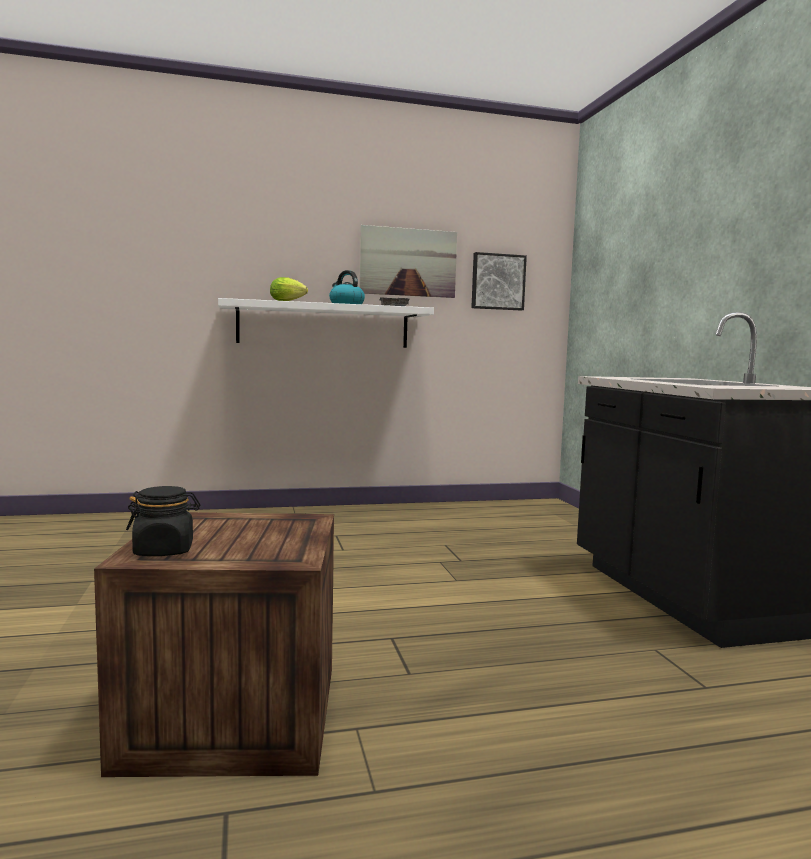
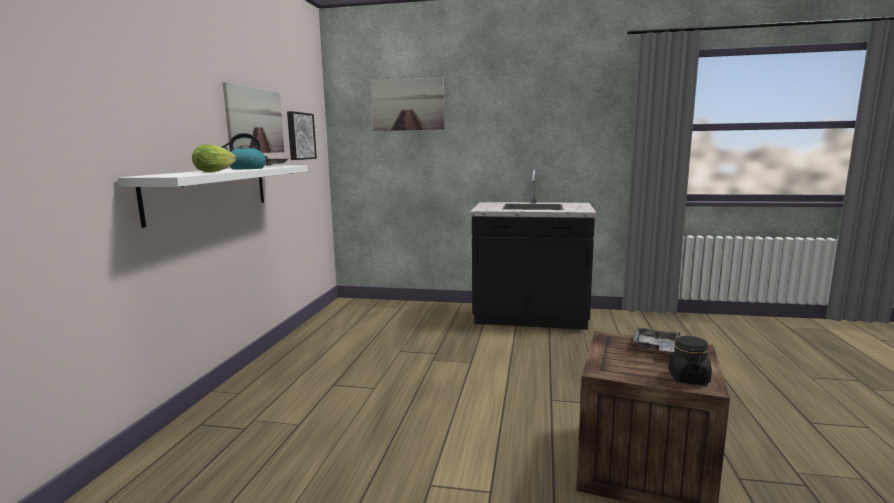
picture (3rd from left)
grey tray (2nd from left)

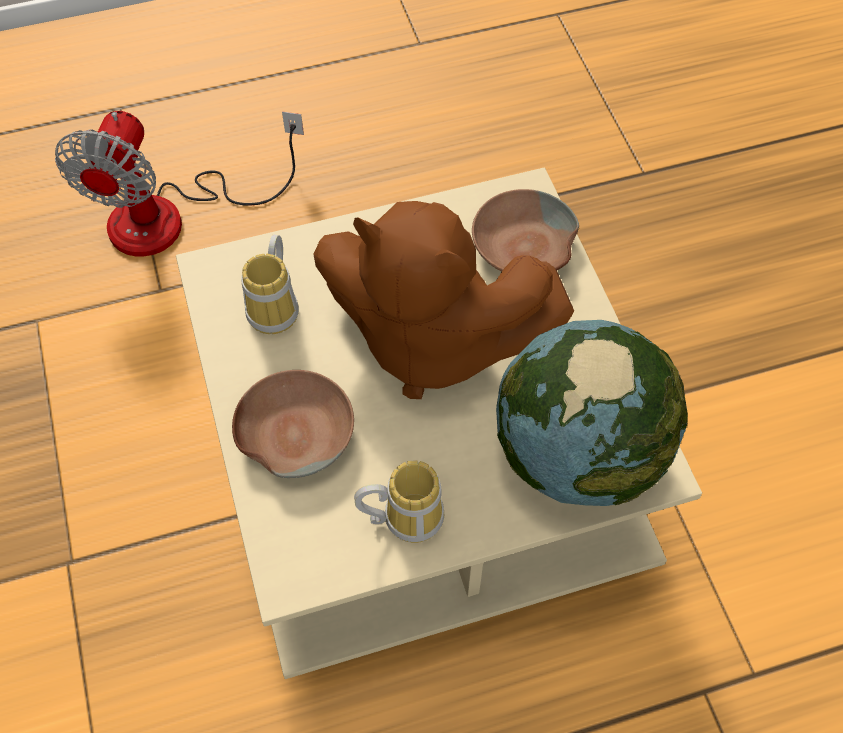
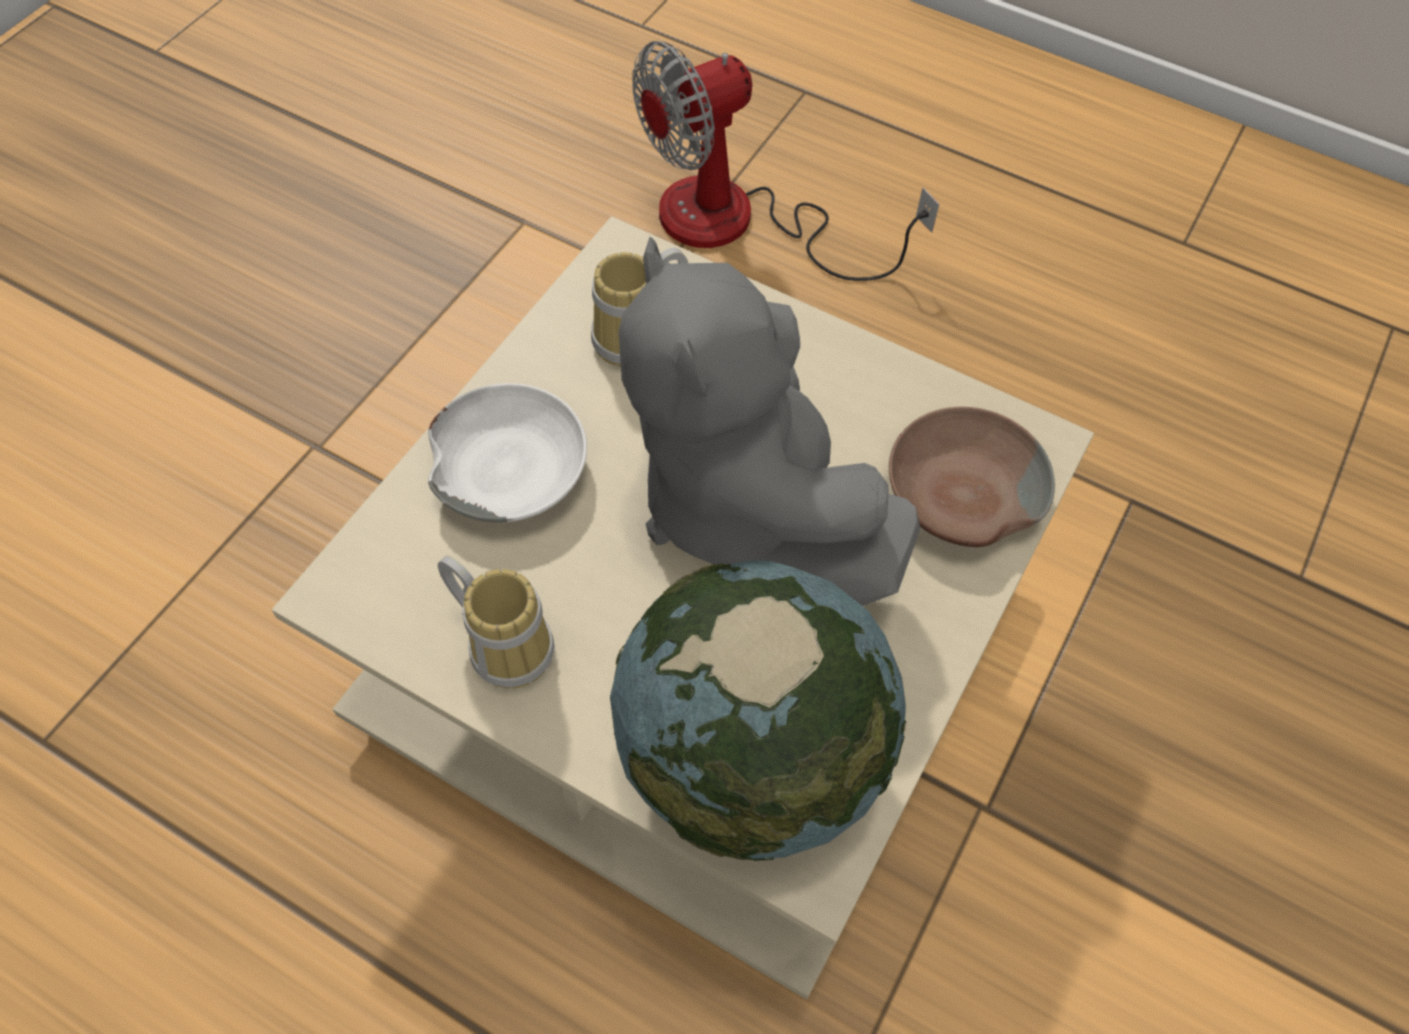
whitish deep dish
grey plush toy

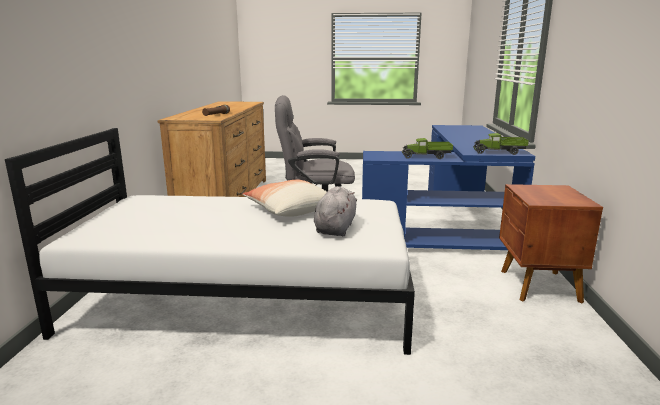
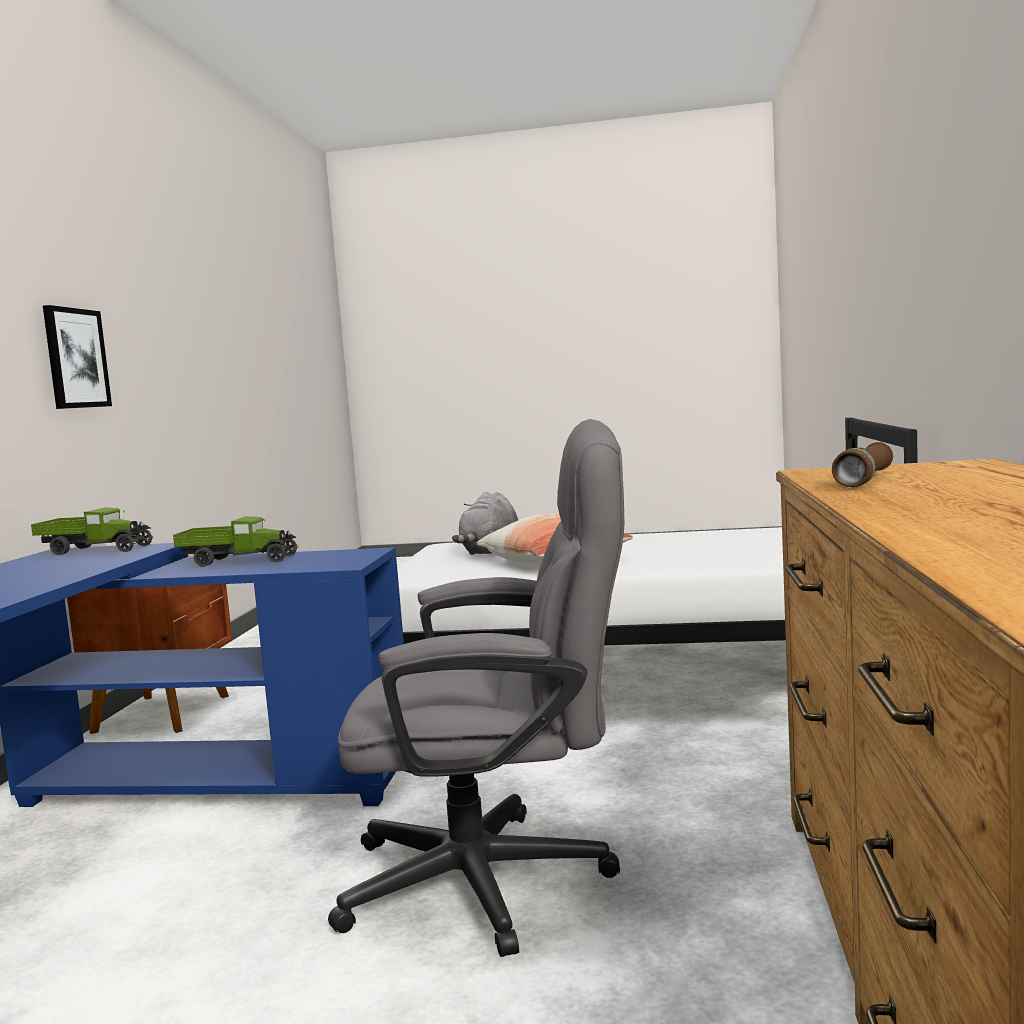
picture

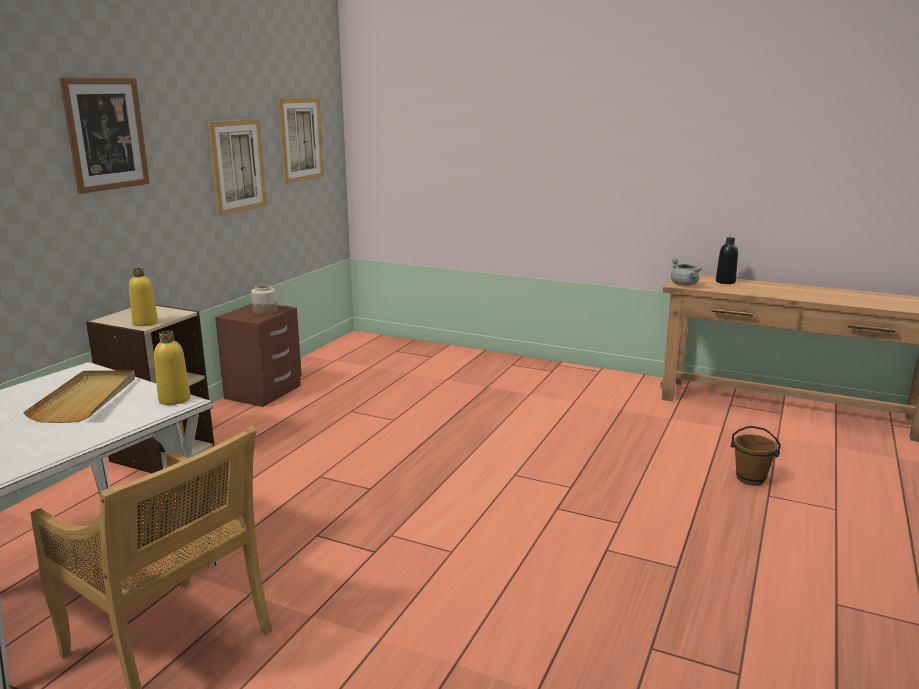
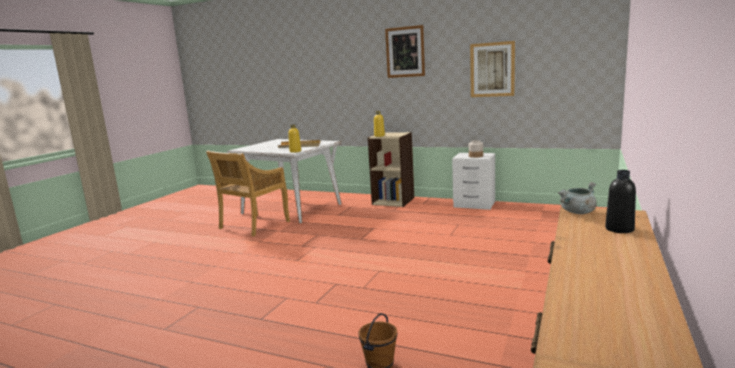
picture (3rd from left in the first image)
whitish nightstand

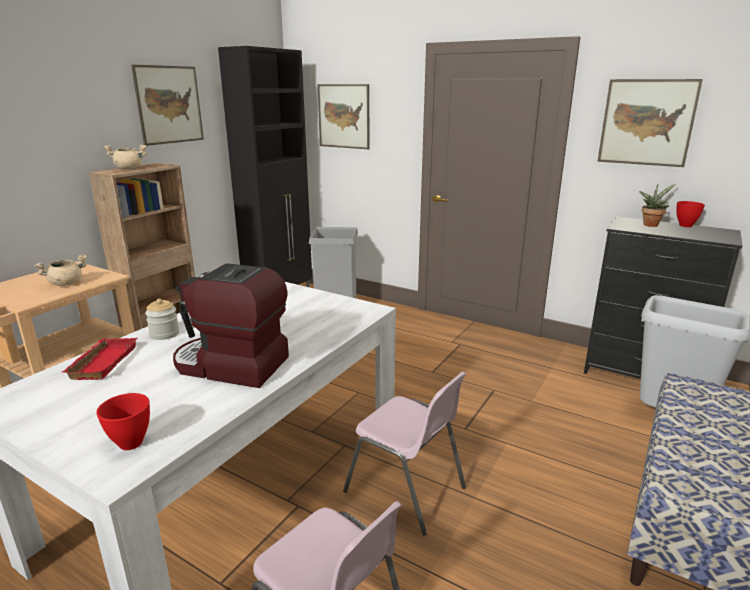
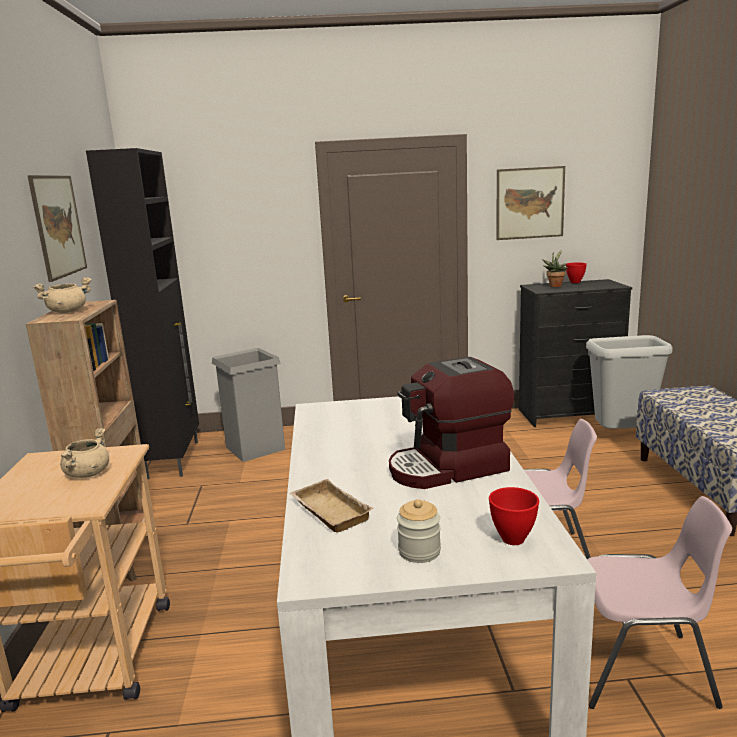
picture (2nd from left in the first image)
storage jar
sand-coloured tray

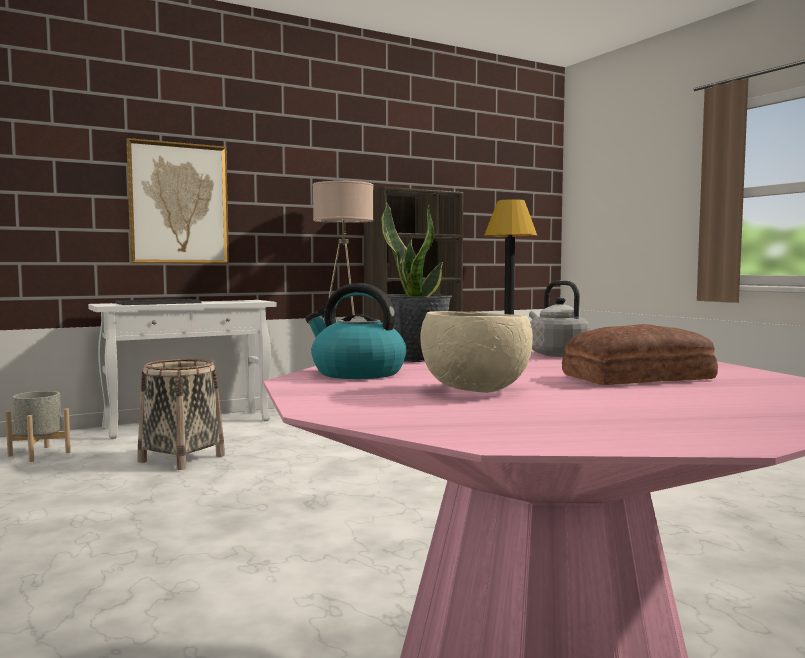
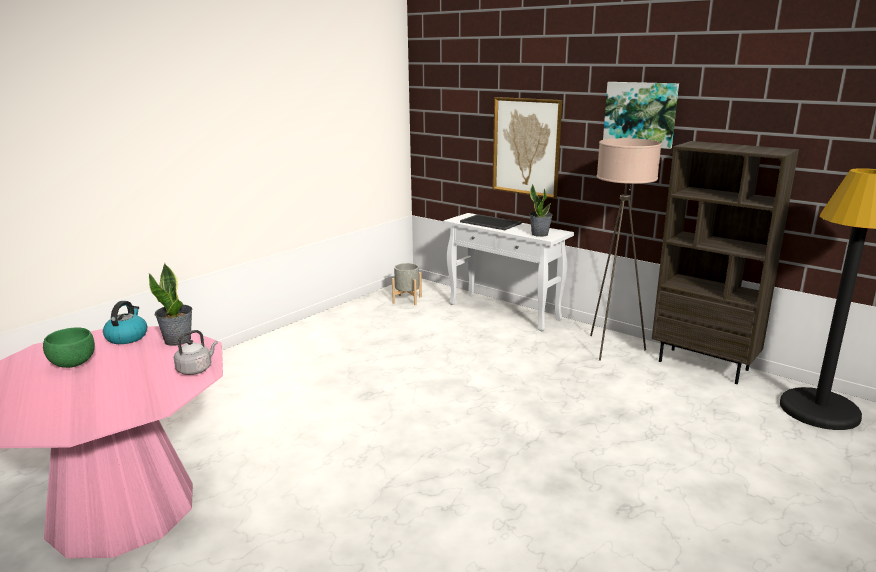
household basket
baked bread
houseplant (2nd from left)
picture (2nd from left)
green deep dish

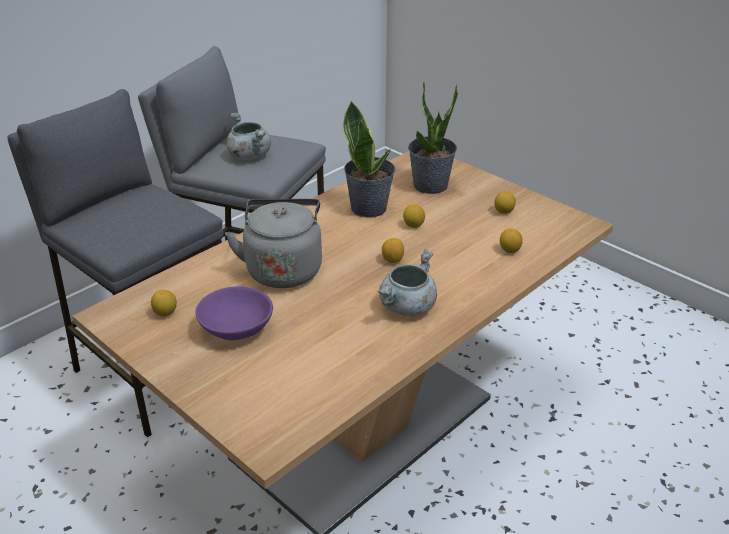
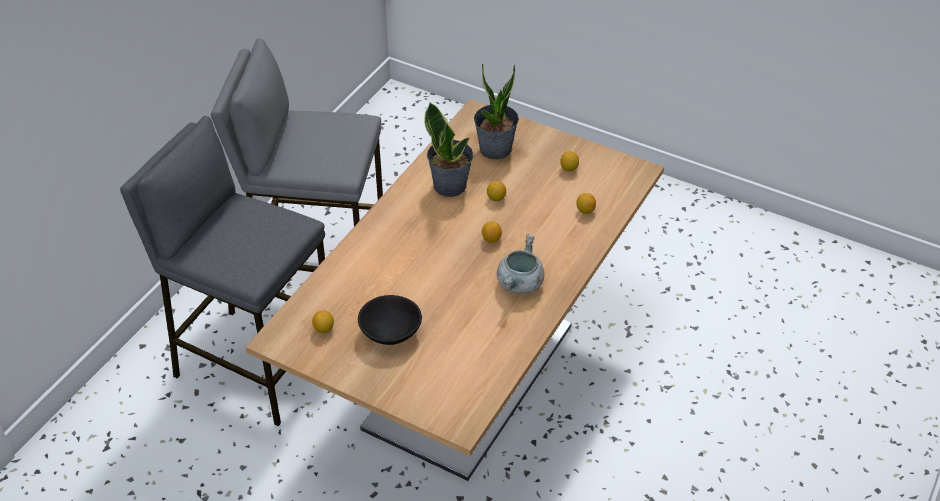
grey kettle
grey saucepot (1st from left in the first image)
black deep dish

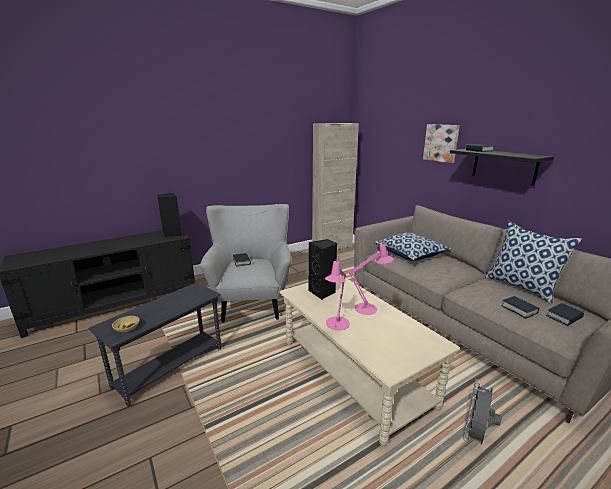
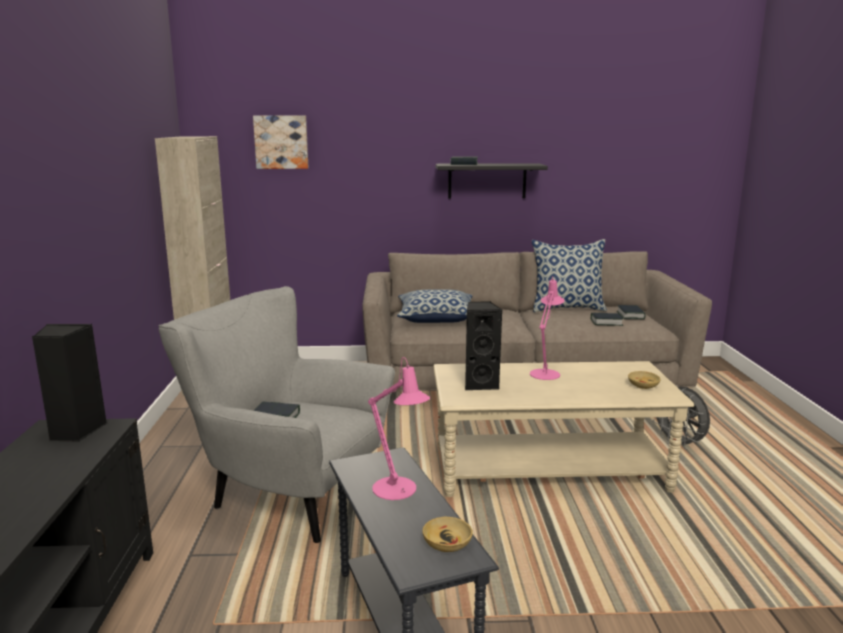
sand-coloured deep dish (2nd from left)
pinkish table lamp (1st from left)
picture

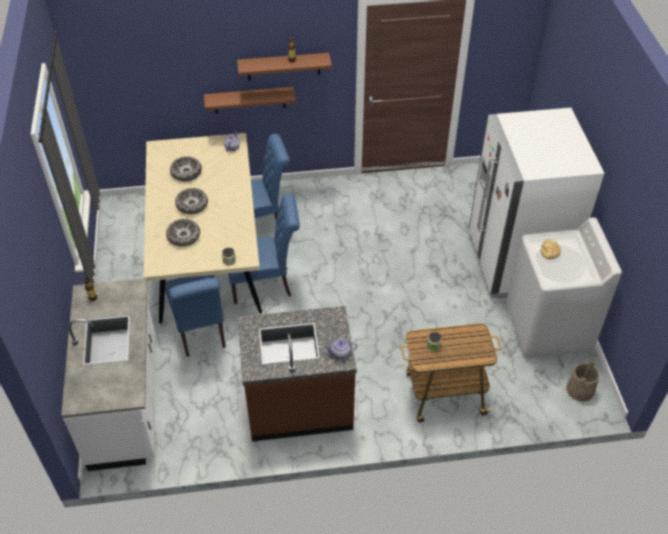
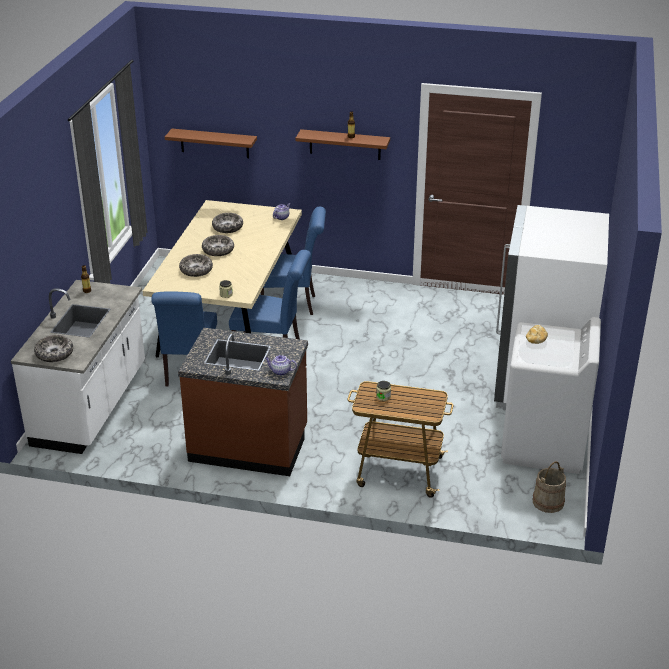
deep dish (1st from left)
brown wall shelf (1st from left)

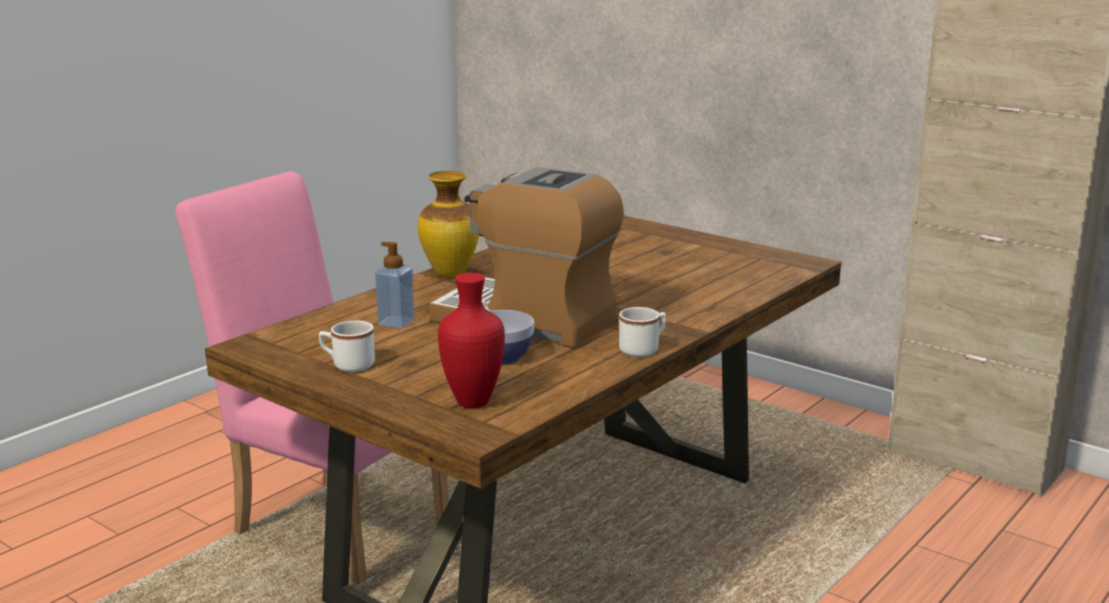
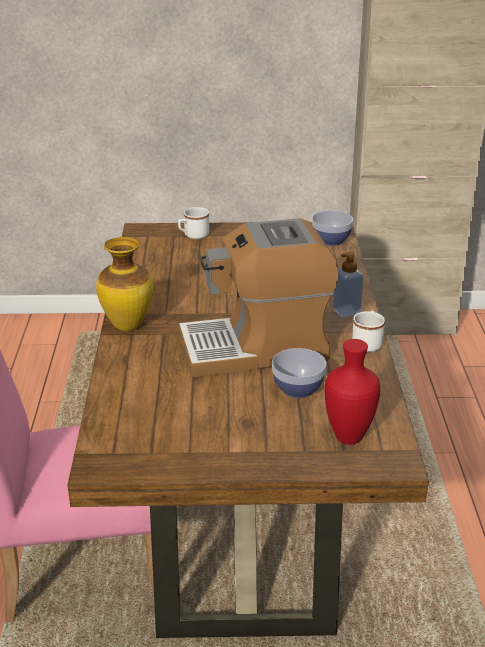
deep dish (2nd from left)
whitish tea mug (1st from left)
soap dispenser

